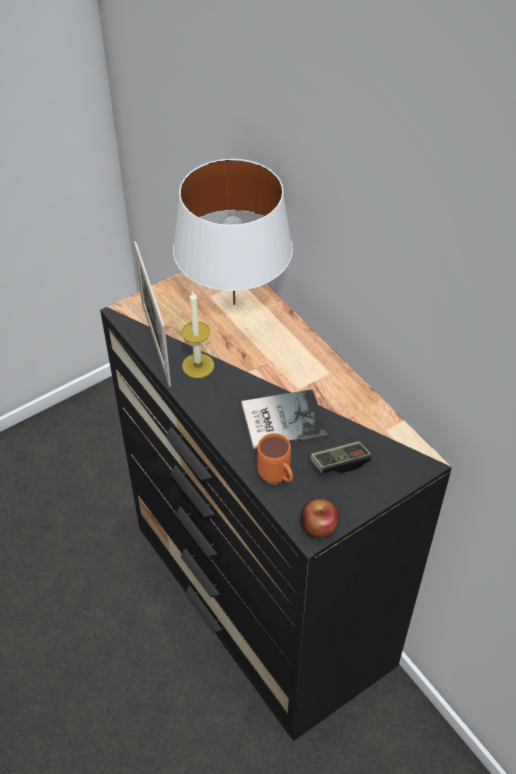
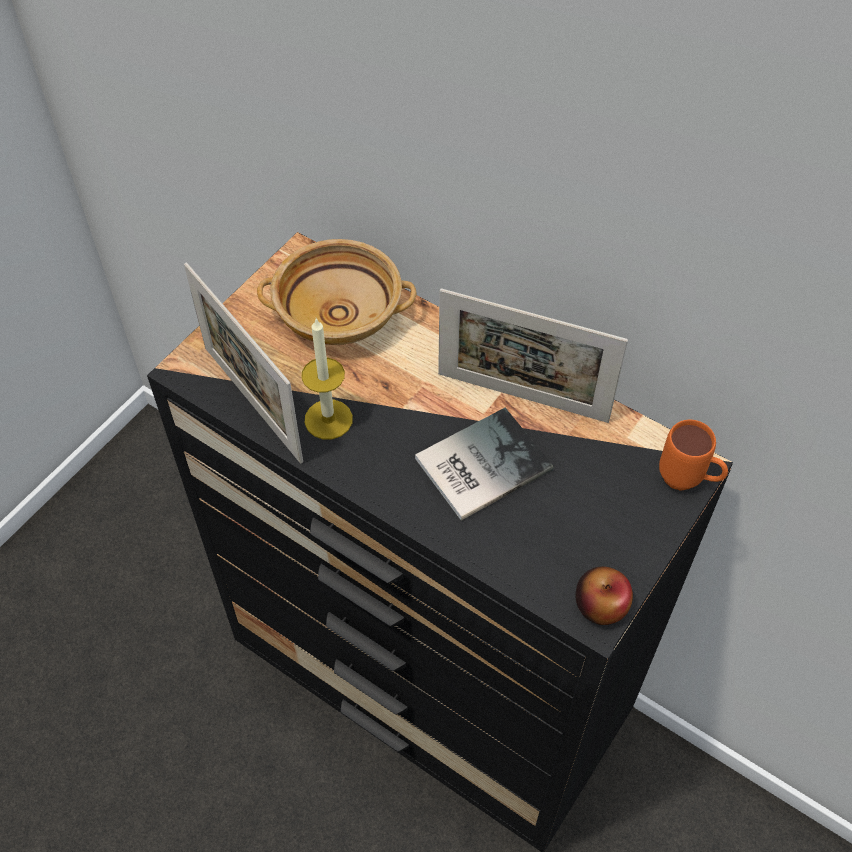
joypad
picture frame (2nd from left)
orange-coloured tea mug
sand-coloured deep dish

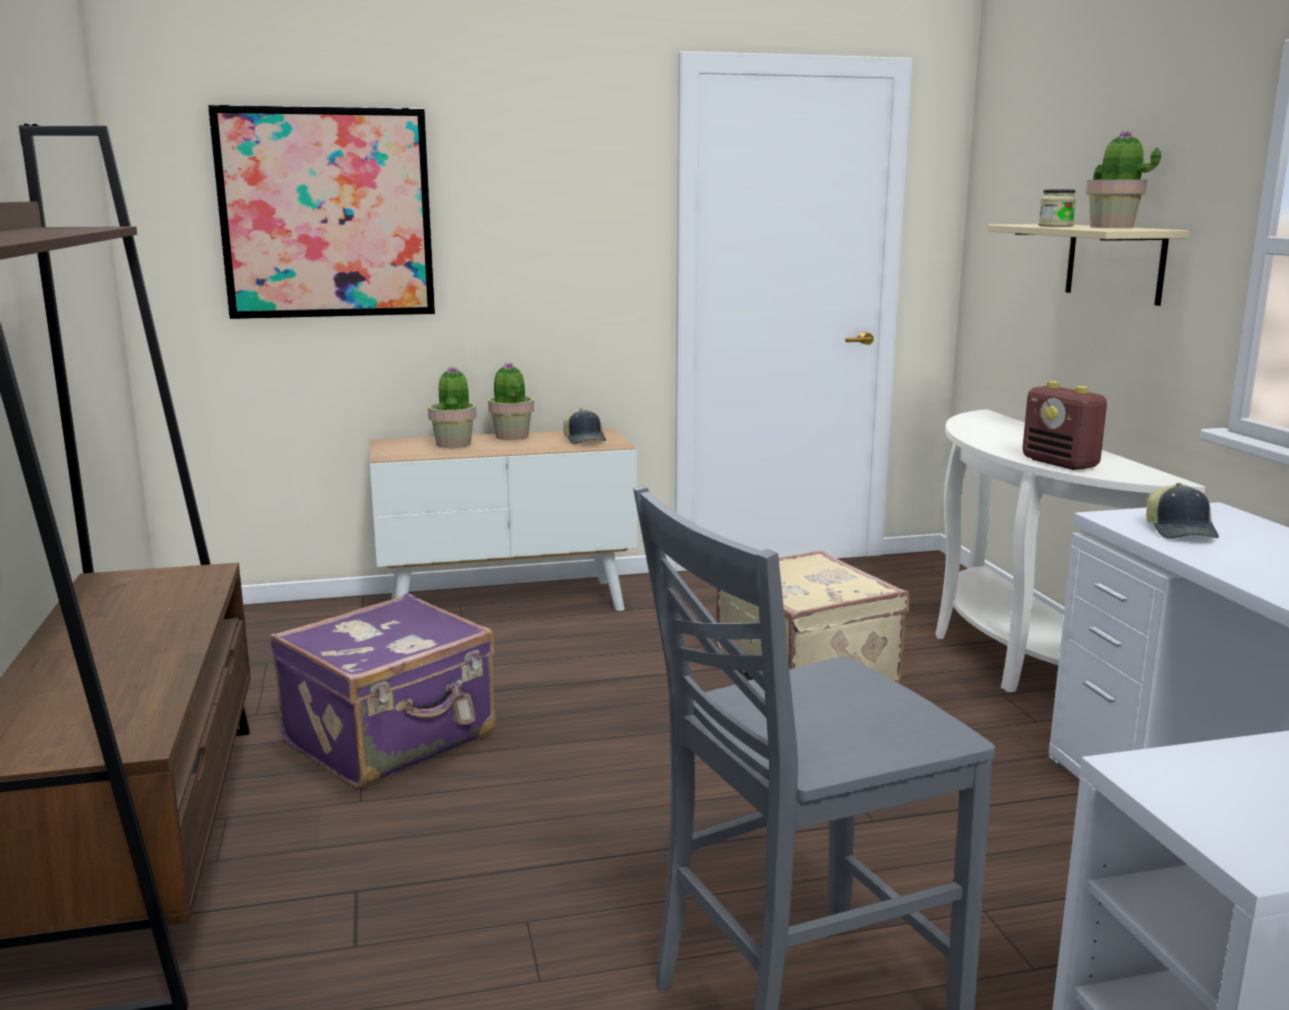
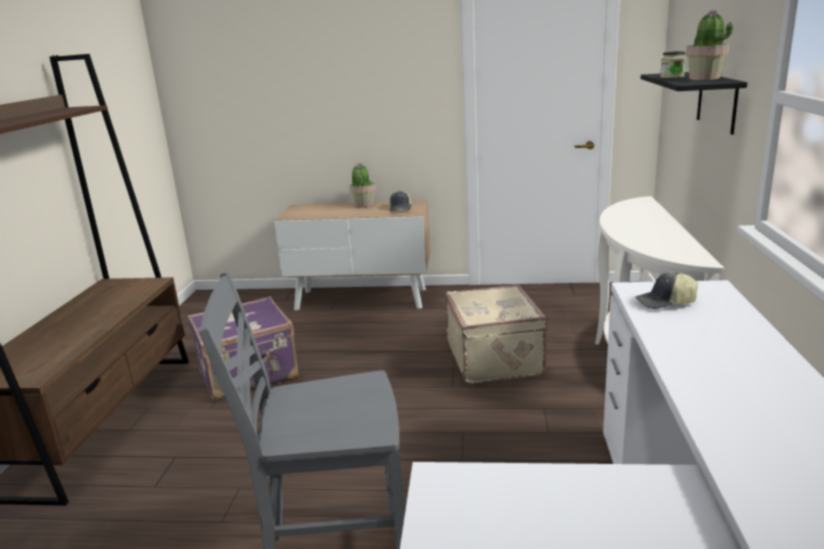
picture
houseplant (1st from left in the first image)
radio receiver
black wall shelf
cap (2nd from left)

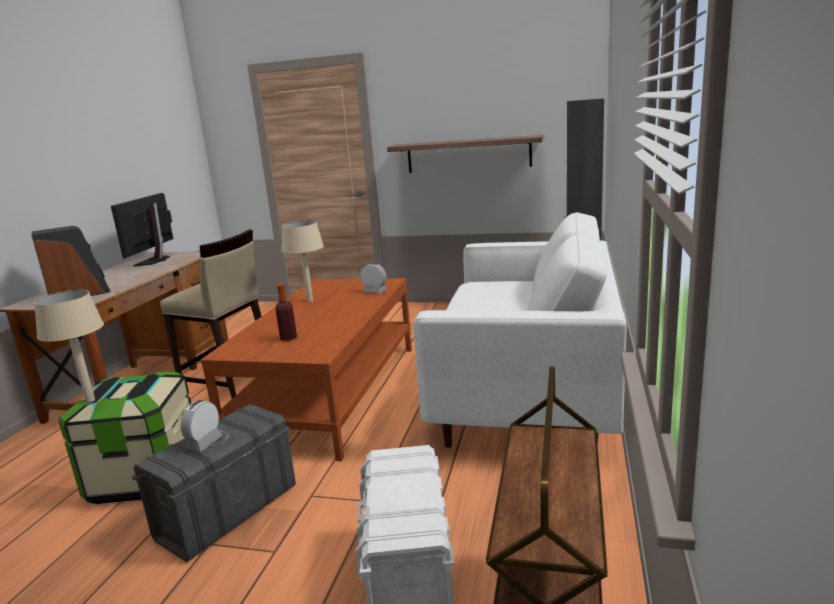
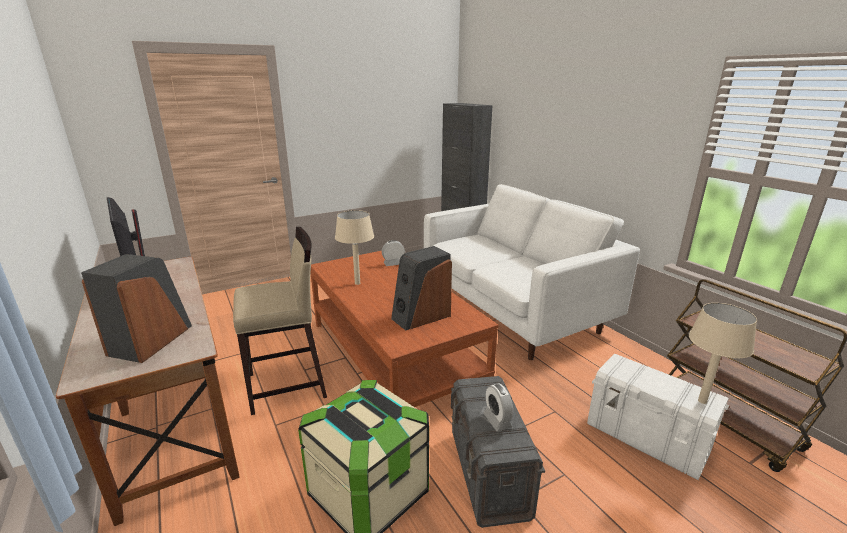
wall shelf
sand-coloured table lamp (2nd from left)
loudspeaker (2nd from left)

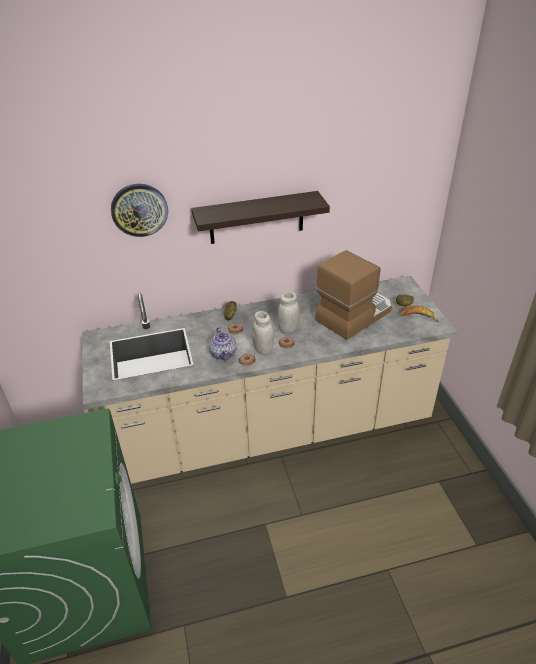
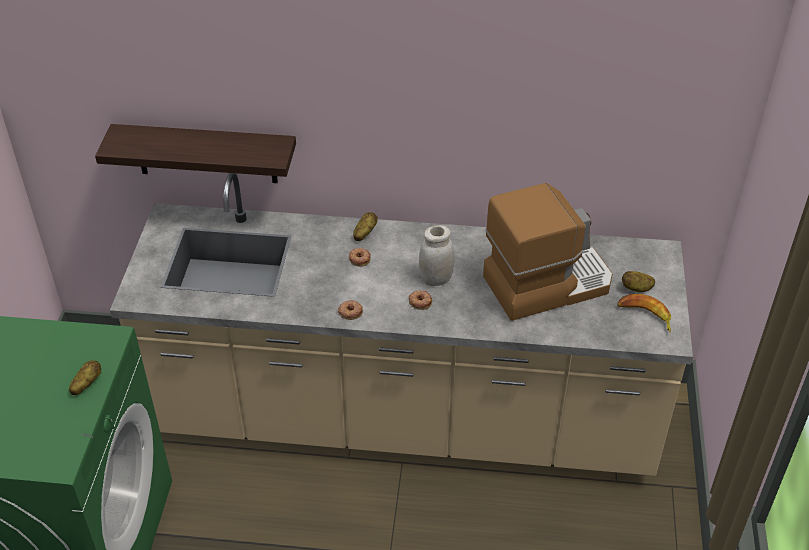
clock on the wall
tea pot
whitish storage jar (1st from left in the first image)
spud (1st from left)
wall shelf

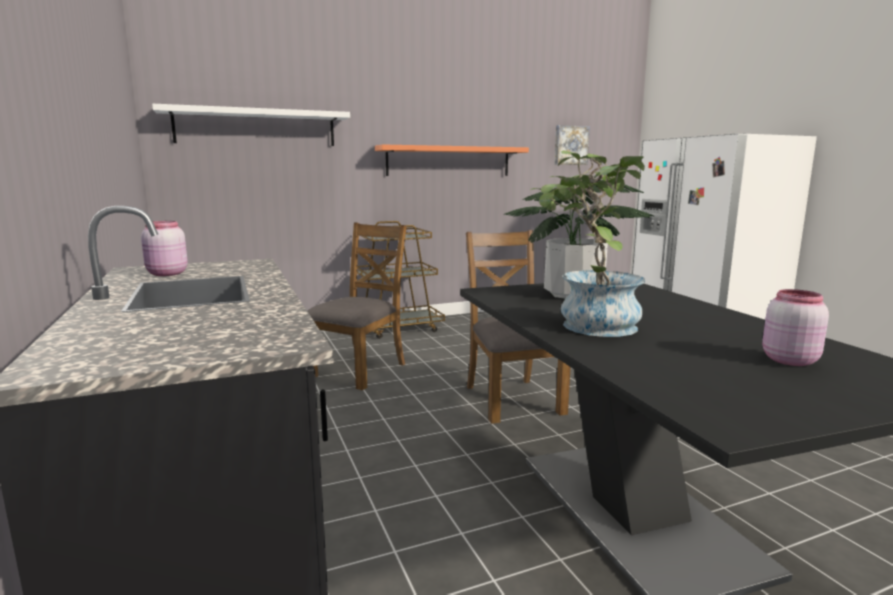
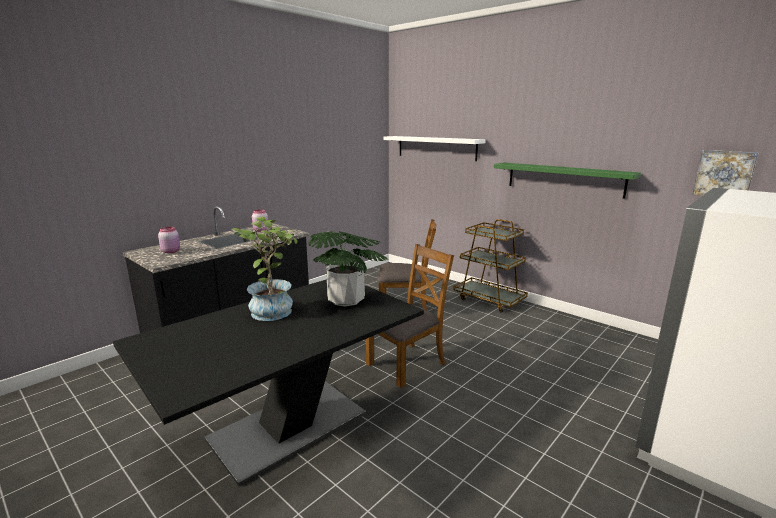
pinkish storage jar (1st from left)
green wall shelf

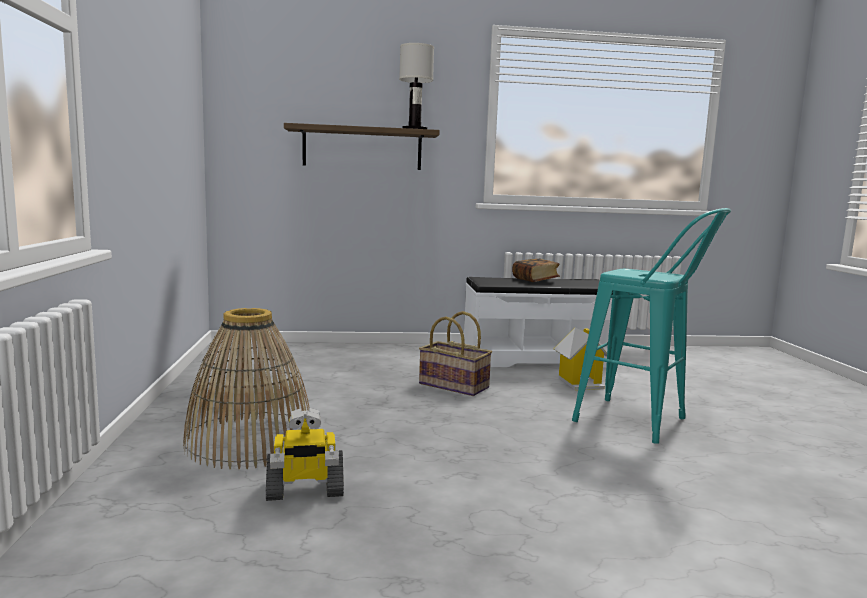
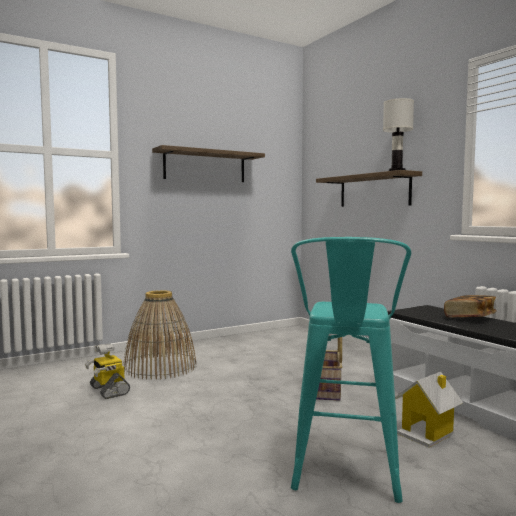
wall shelf (1st from left)

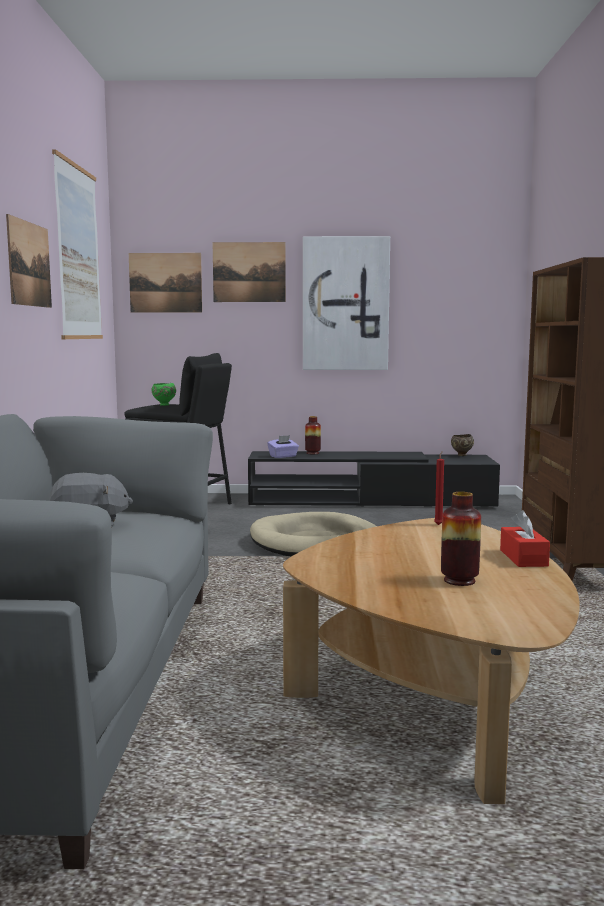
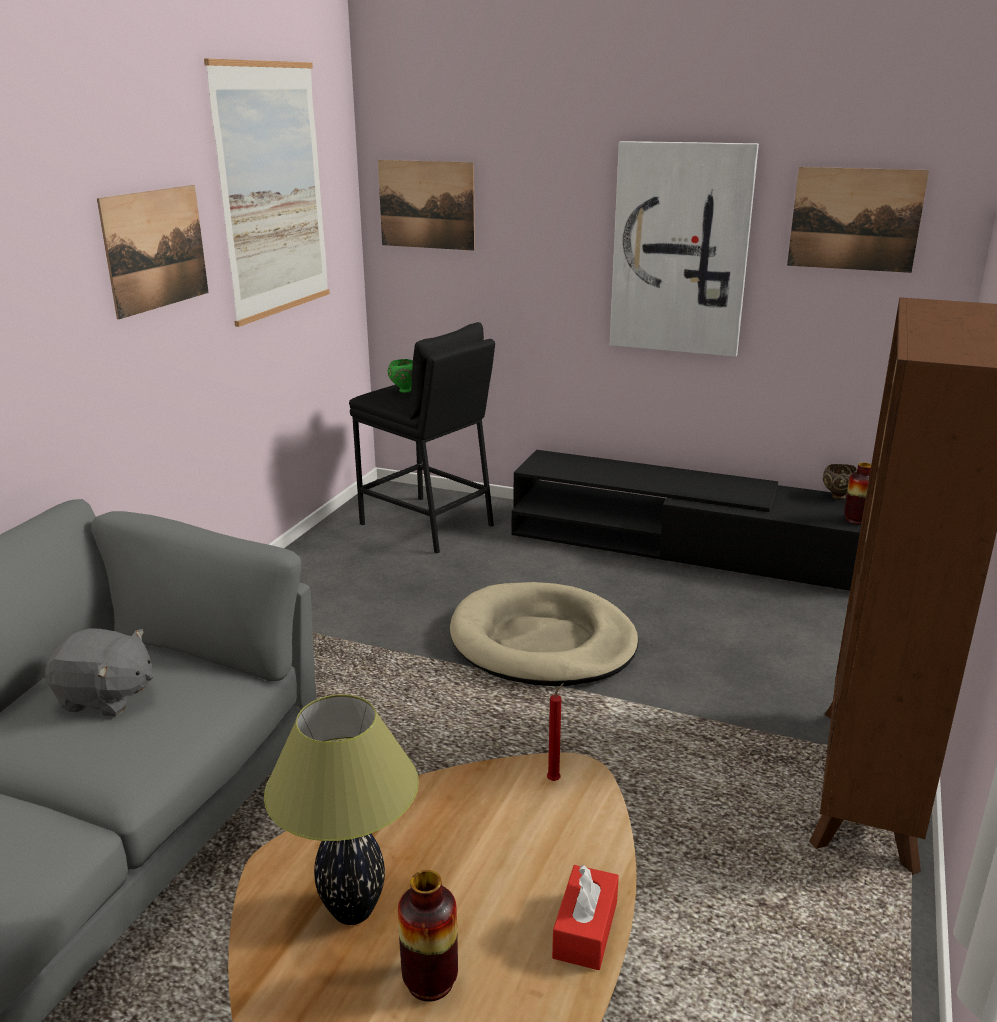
purple-coloured box of tissues
table lamp
picture (5th from left)
flower vase (2nd from left)

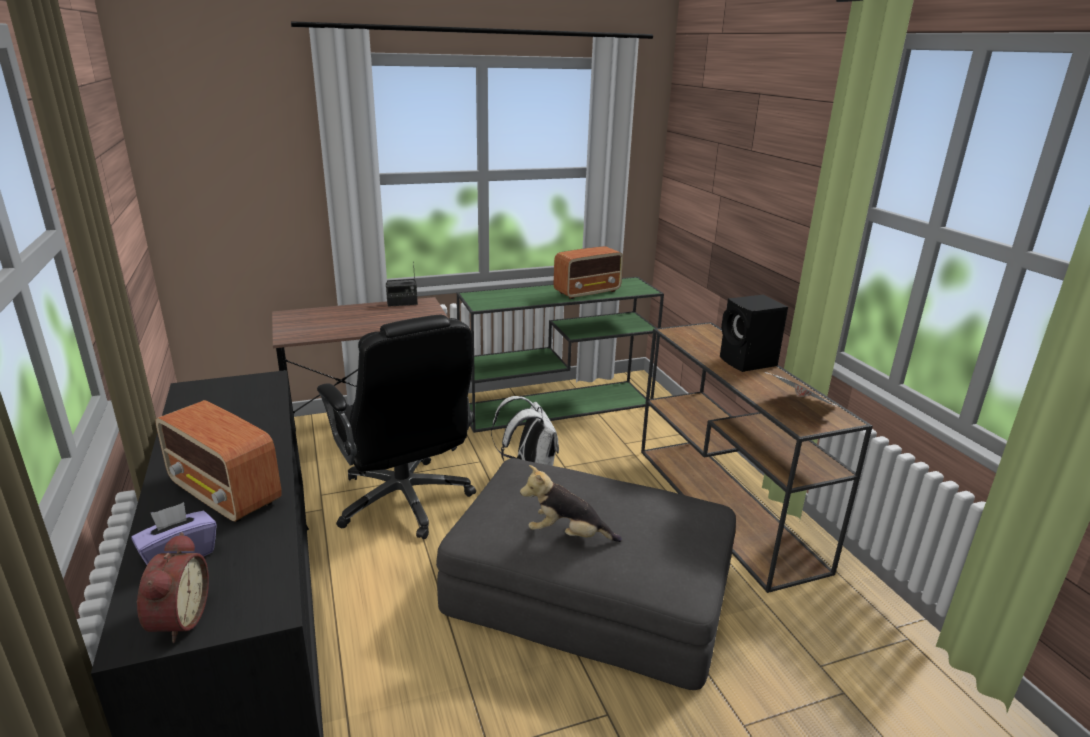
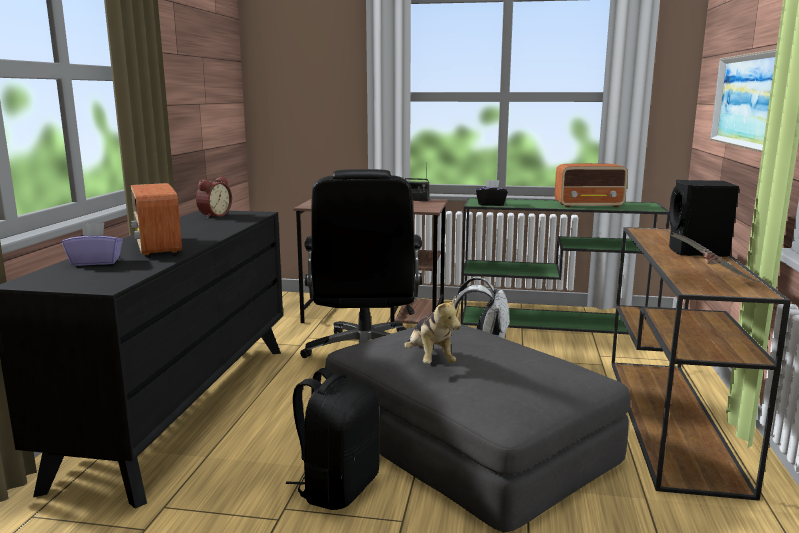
black knapsack
black box of tissues
picture
table clock
plush toy

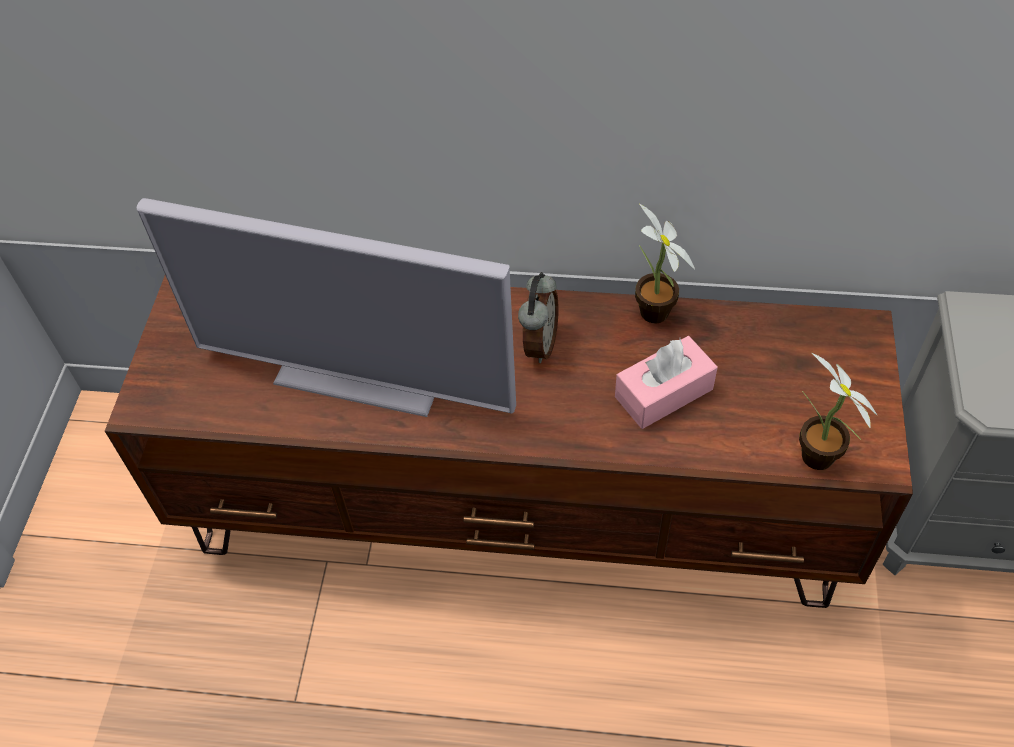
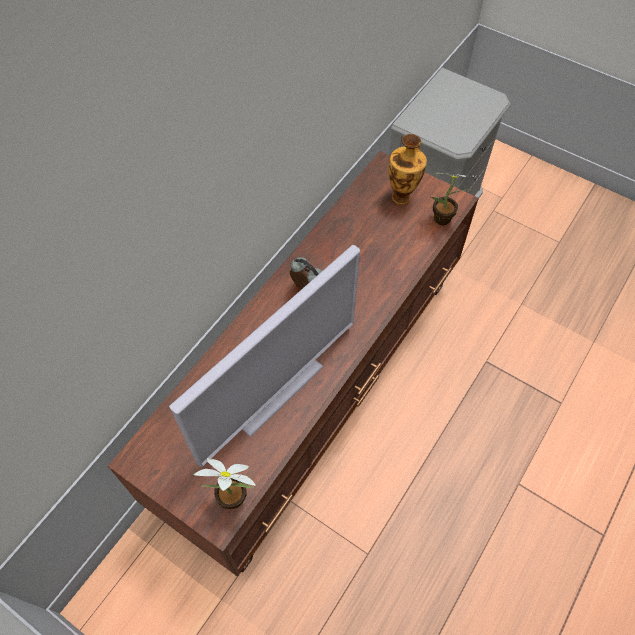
pinkish box of tissues
flower vase
houseplant (1st from left)

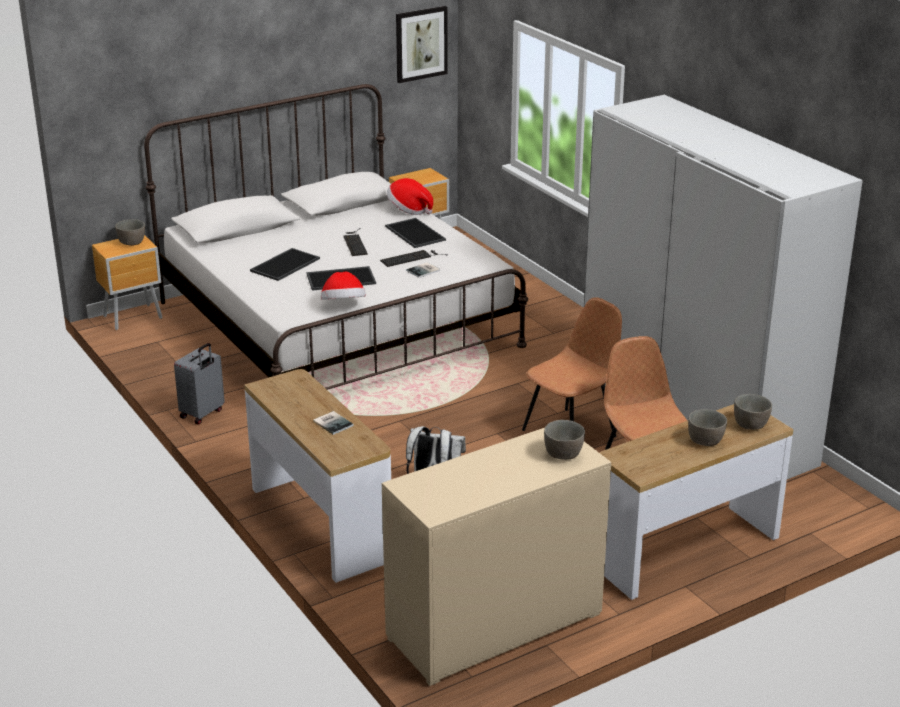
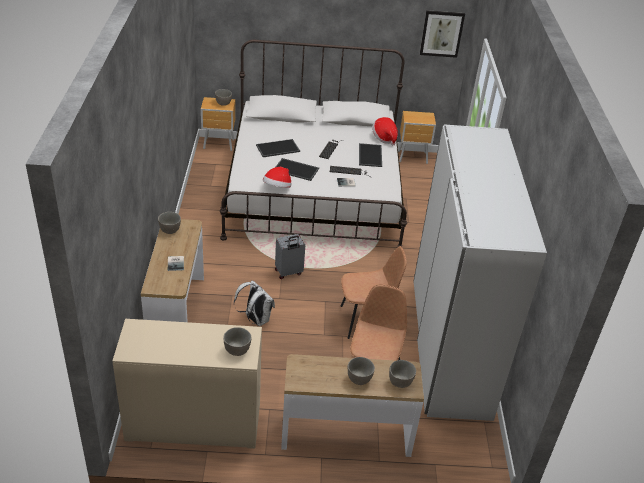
grey deep dish (1st from left)
grey travel case

